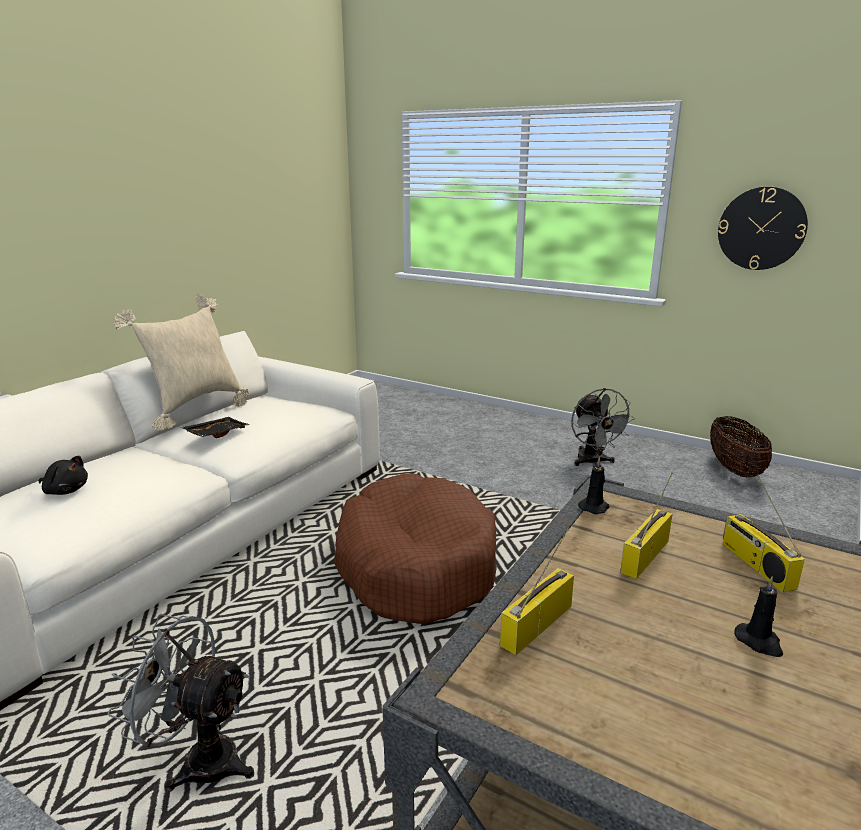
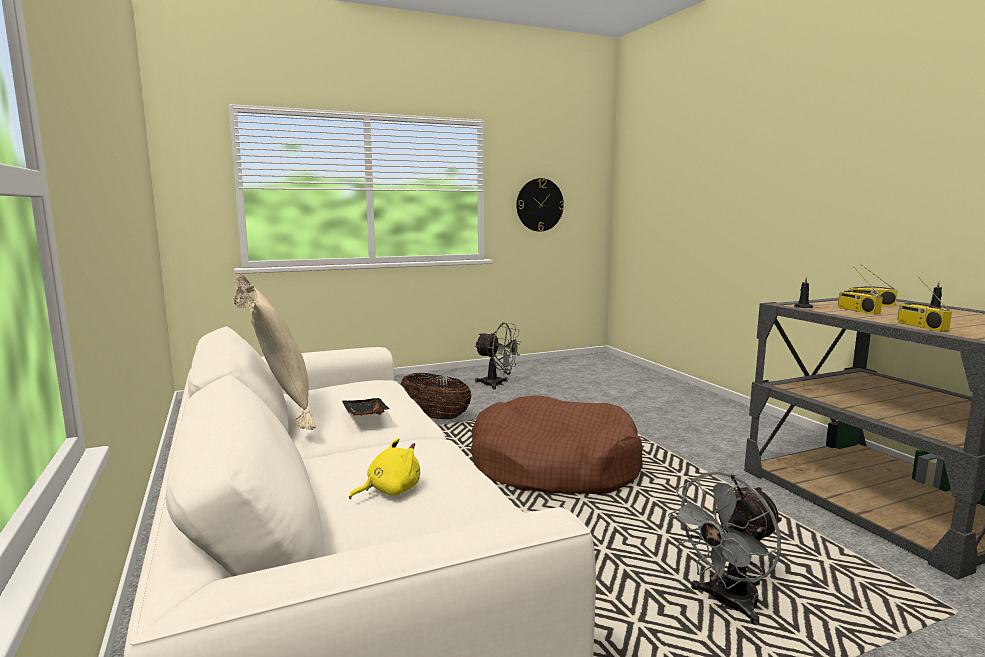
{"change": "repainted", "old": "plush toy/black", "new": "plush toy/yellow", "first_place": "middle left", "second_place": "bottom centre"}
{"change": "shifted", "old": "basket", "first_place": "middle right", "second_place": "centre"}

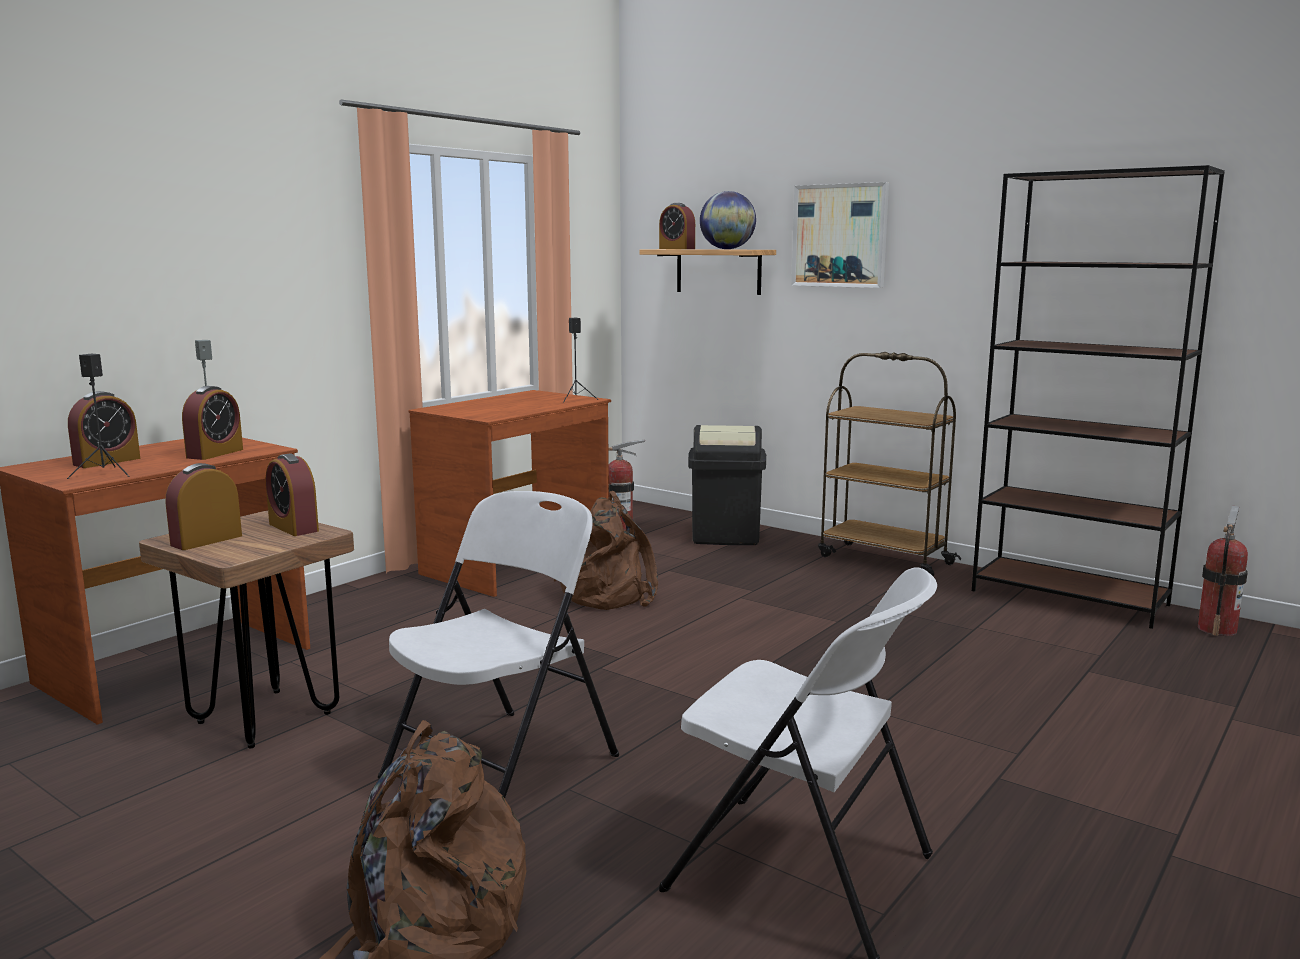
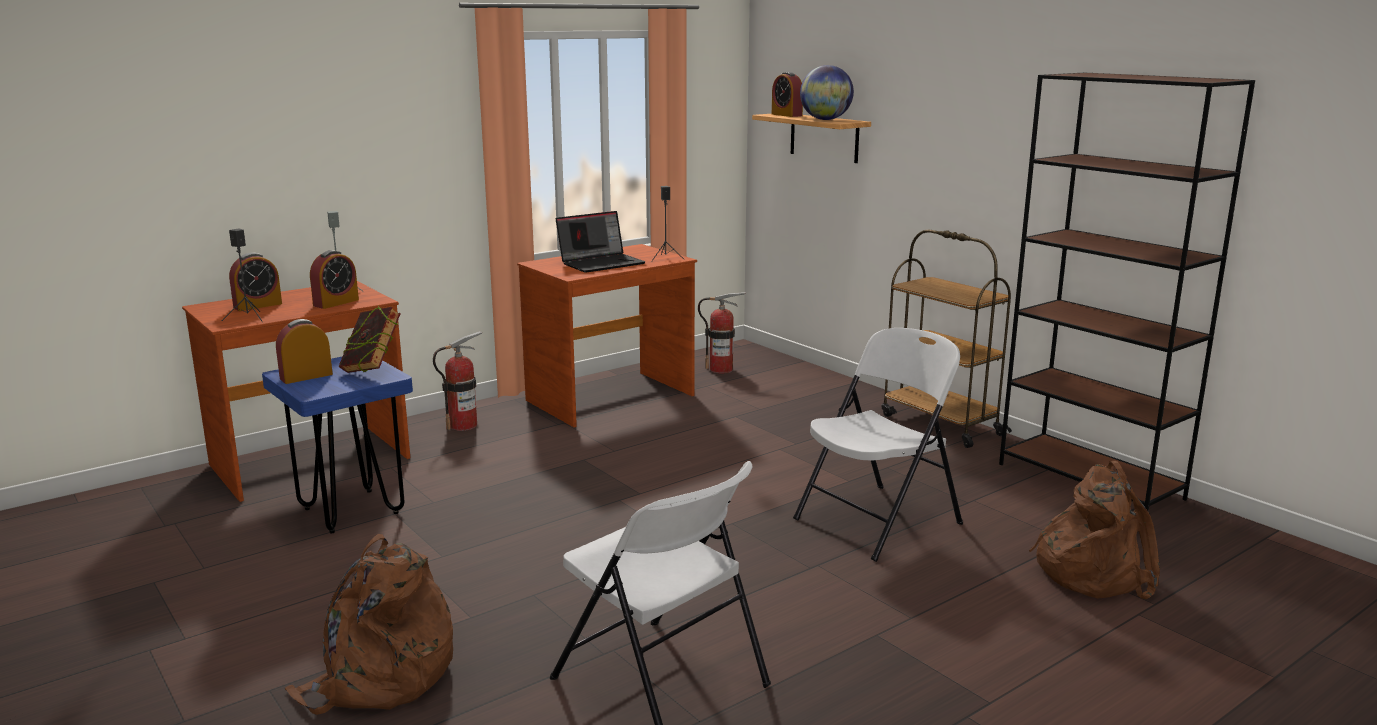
{"change": "repainted", "old": "stool/brown", "new": "stool/blue", "first_place": "middle left", "second_place": "middle left"}
{"change": "swapped", "old": "alarm clock (no. 4 from left)", "new": "book", "first_place": "middle left", "second_place": "middle left"}
{"change": "shifted", "old": "chair/white (no. 1 from left in the first image)", "new": "chair/white (no. 2 from left)", "first_place": "bottom centre", "second_place": "centre"}
{"change": "shifted", "old": "backpack/brown (no. 2 from left)", "first_place": "centre", "second_place": "bottom right"}
{"change": "gone", "old": "trash can/black", "first_place": "centre"}
{"change": "gone", "old": "picture", "first_place": "top centre"}
{"change": "shifted", "old": "fire extinguisher (no. 2 from left in the first image)", "new": "fire extinguisher (no. 1 from left)", "first_place": "middle right", "second_place": "middle left"}
{"change": "new", "new": "laptop", "second_place": "centre"}

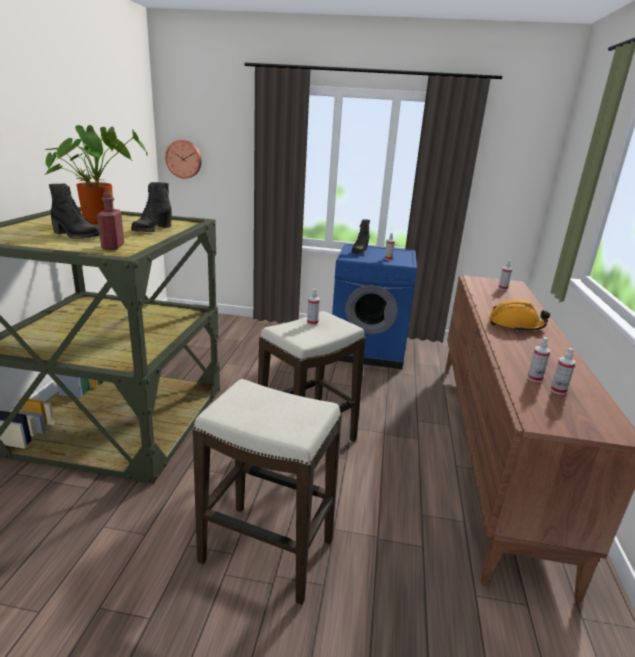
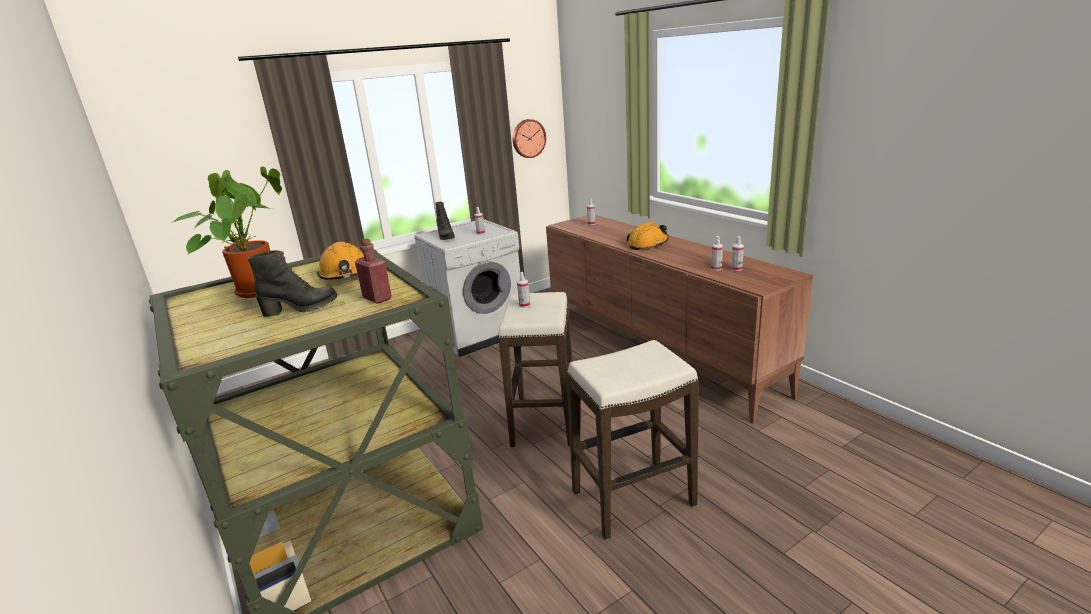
{"change": "swapped", "old": "boot/black (no. 2 from left)", "new": "hard hat/orange (no. 1 from left)", "first_place": "top left", "second_place": "middle left"}
{"change": "shifted", "old": "wall clock", "first_place": "top left", "second_place": "top centre"}
{"change": "repainted", "old": "washing machine/blue", "new": "washing machine/white", "first_place": "centre", "second_place": "centre"}

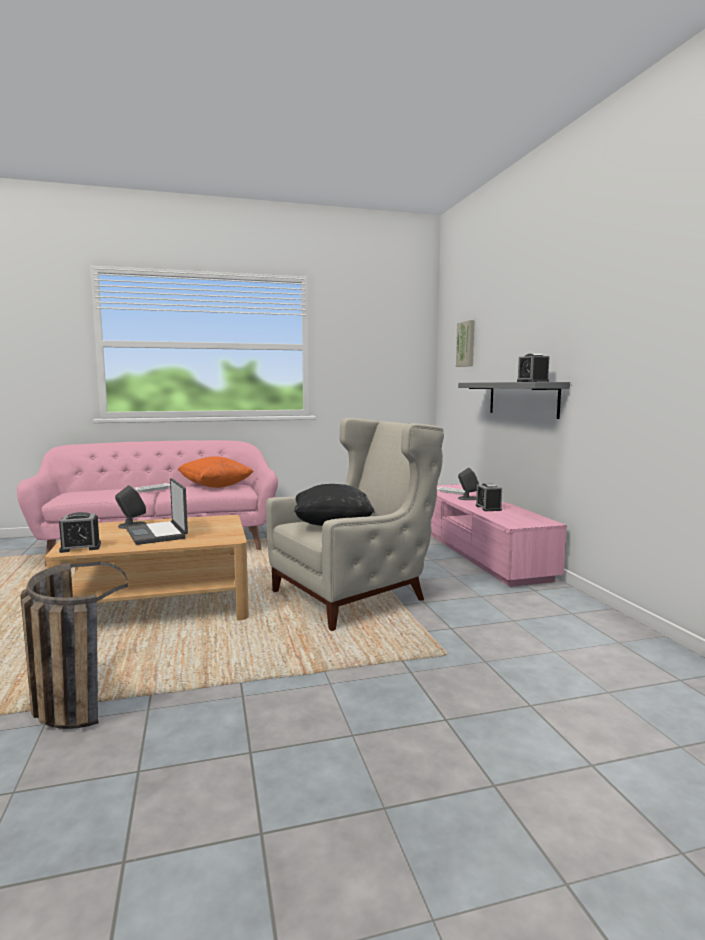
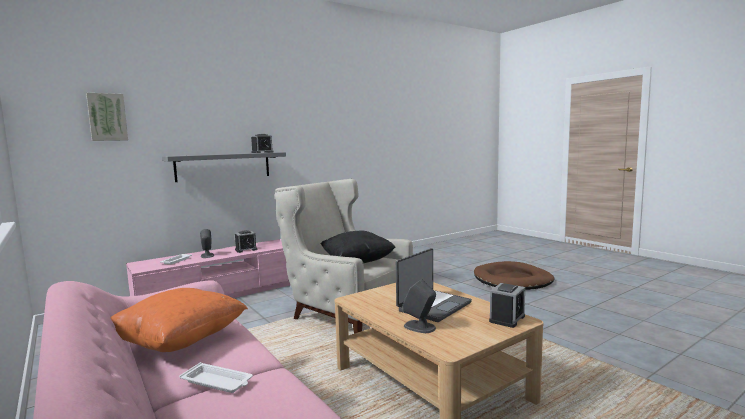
{"change": "gone", "old": "basket", "first_place": "bottom left"}
{"change": "rotated", "old": "alarm clock (no. 1 from left in the first image)", "first_place": "middle left", "second_place": "bottom right", "degrees": 75}
{"change": "new", "new": "dog bed/brown", "second_place": "middle right"}

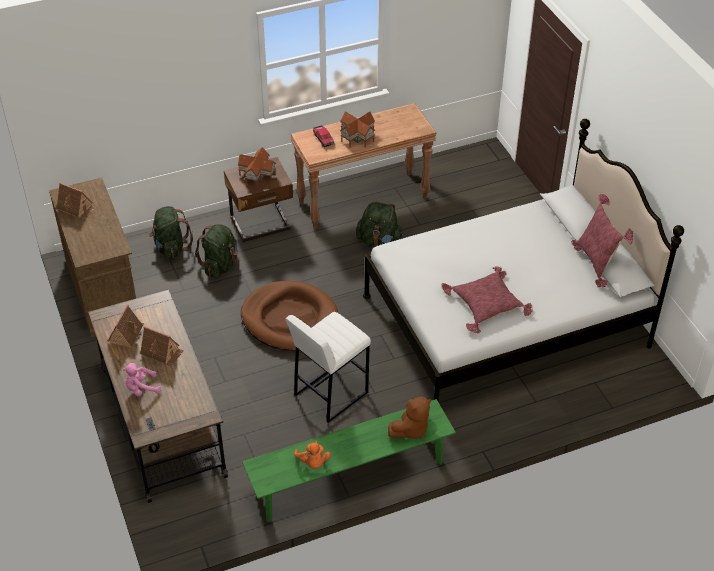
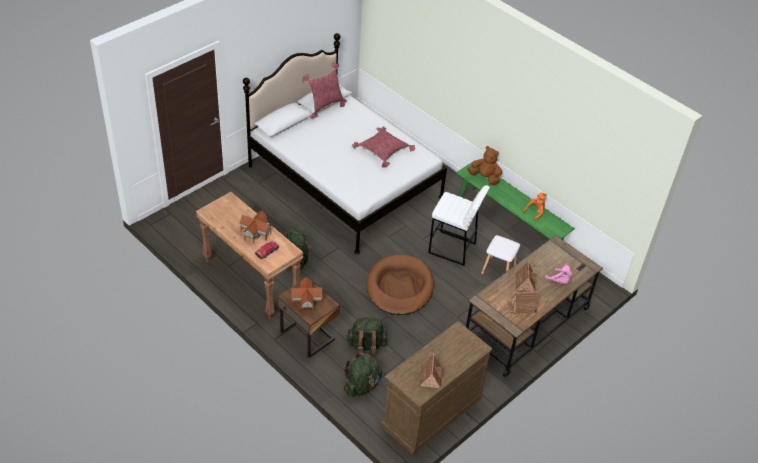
{"change": "new", "new": "stool/white (no. 2 from left)", "second_place": "centre"}

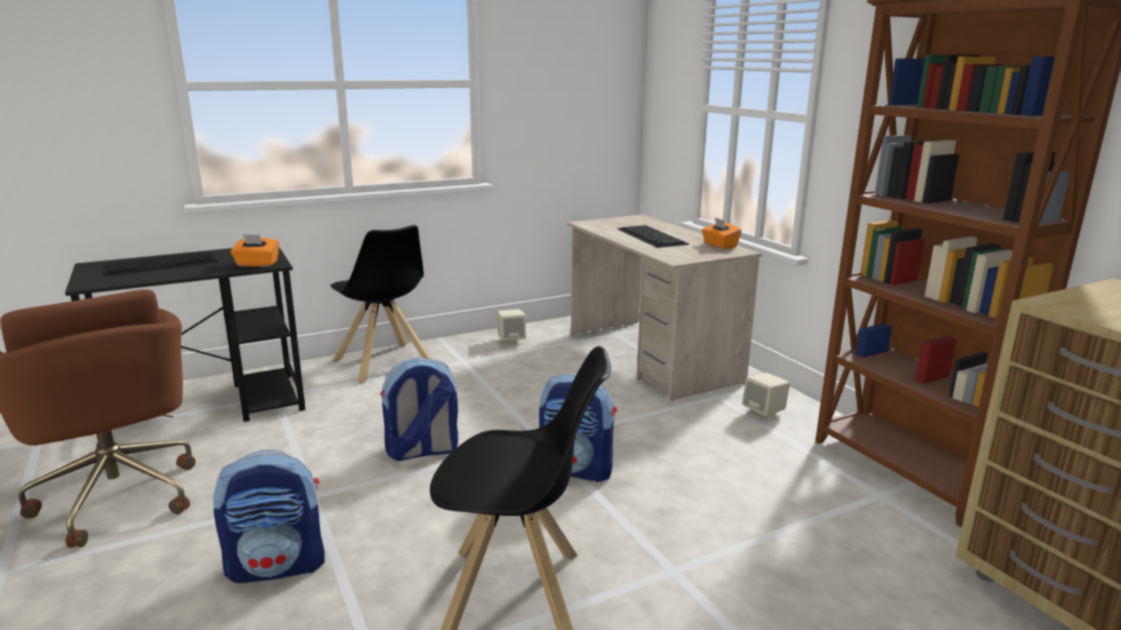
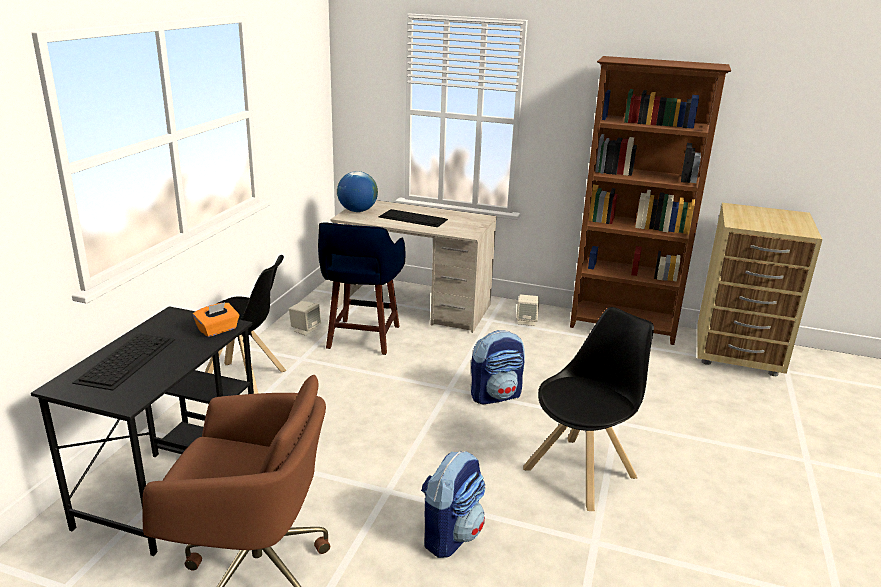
{"change": "gone", "old": "backpack (no. 2 from left)", "first_place": "centre"}
{"change": "gone", "old": "tissue box/orange (no. 2 from left)", "first_place": "centre"}
{"change": "new", "new": "stool/blue", "second_place": "centre"}
{"change": "new", "new": "globe", "second_place": "top centre"}

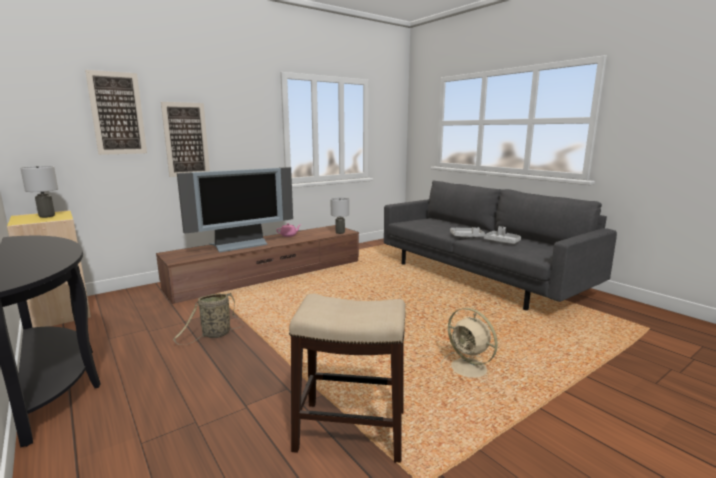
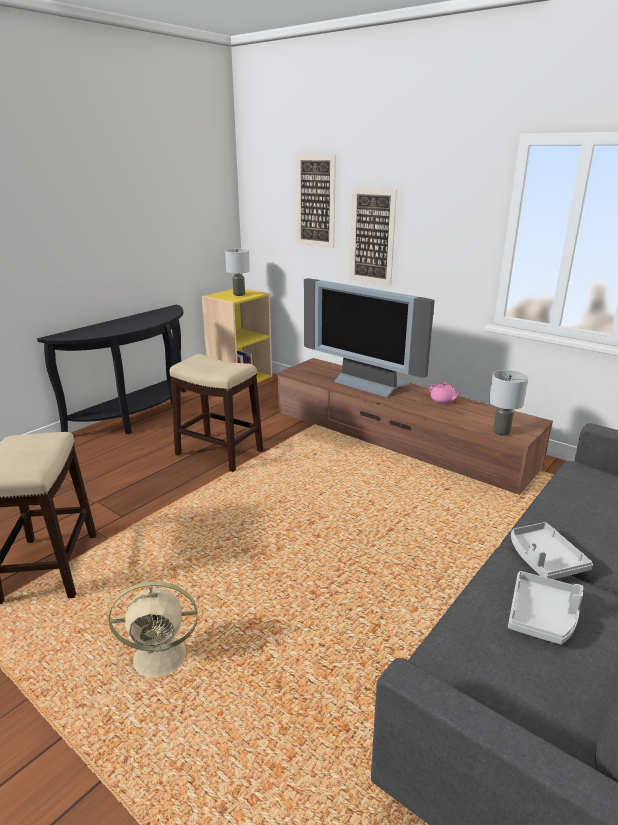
{"change": "swapped", "old": "basket", "new": "stool (no. 2 from left)", "first_place": "bottom left", "second_place": "centre"}
{"change": "rotated", "old": "fan/beige", "first_place": "bottom centre", "second_place": "bottom left", "degrees": -135}

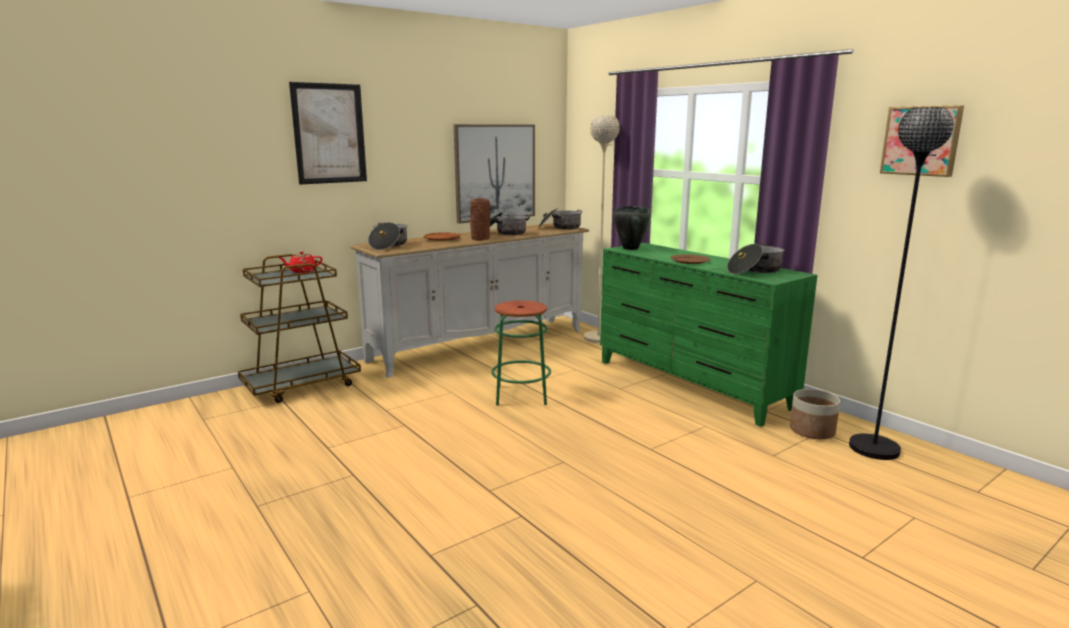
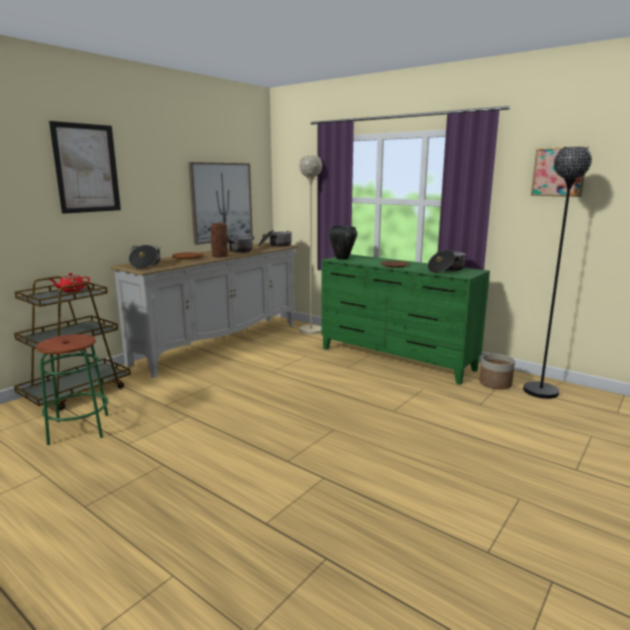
{"change": "shifted", "old": "stool/green", "first_place": "centre", "second_place": "middle left"}

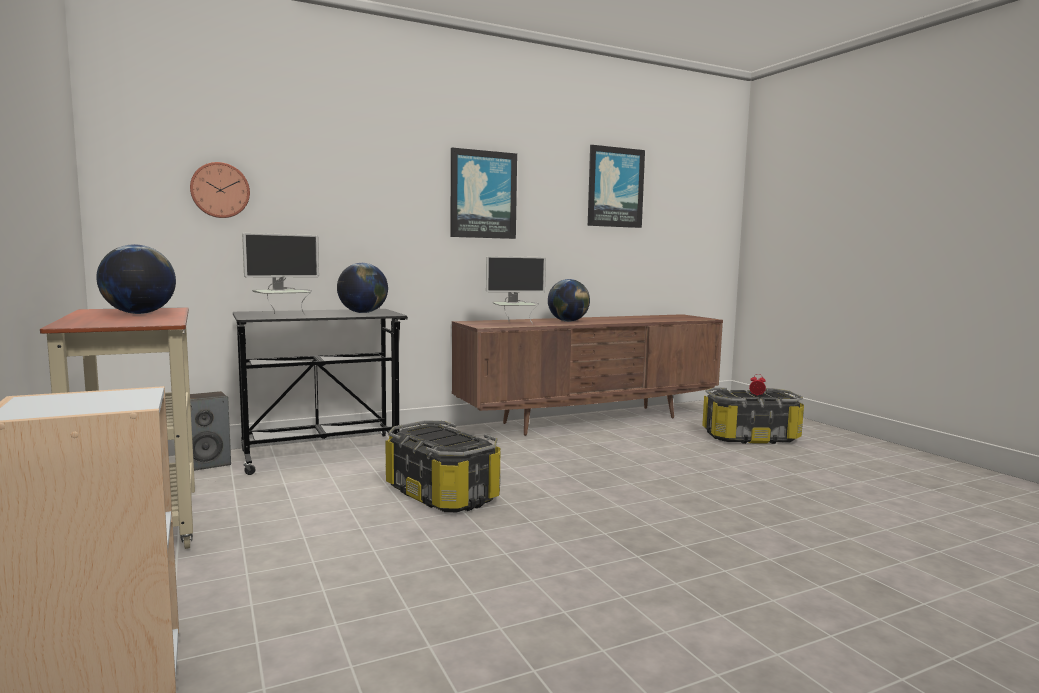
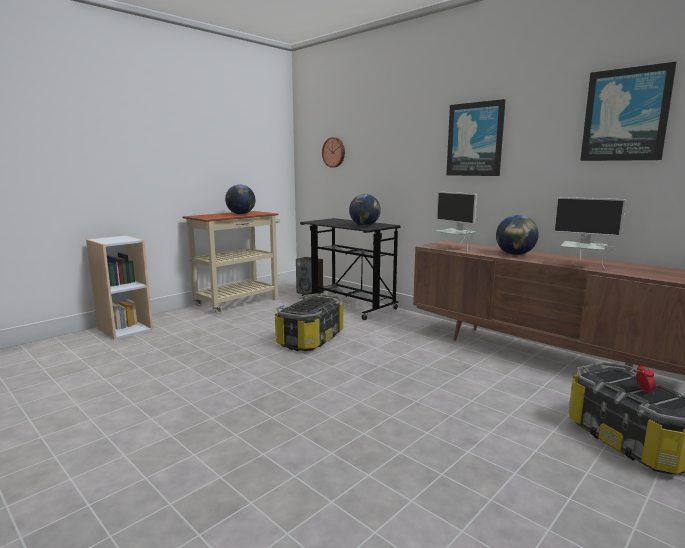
{"change": "shifted", "old": "monitor (no. 1 from left in the first image)", "new": "monitor (no. 2 from left)", "first_place": "middle left", "second_place": "middle right"}

